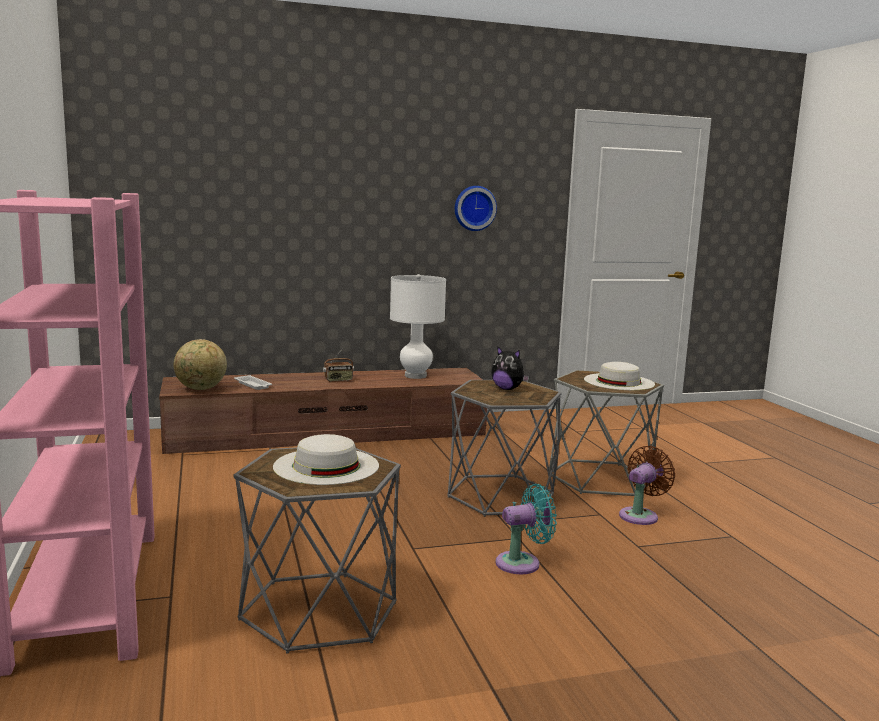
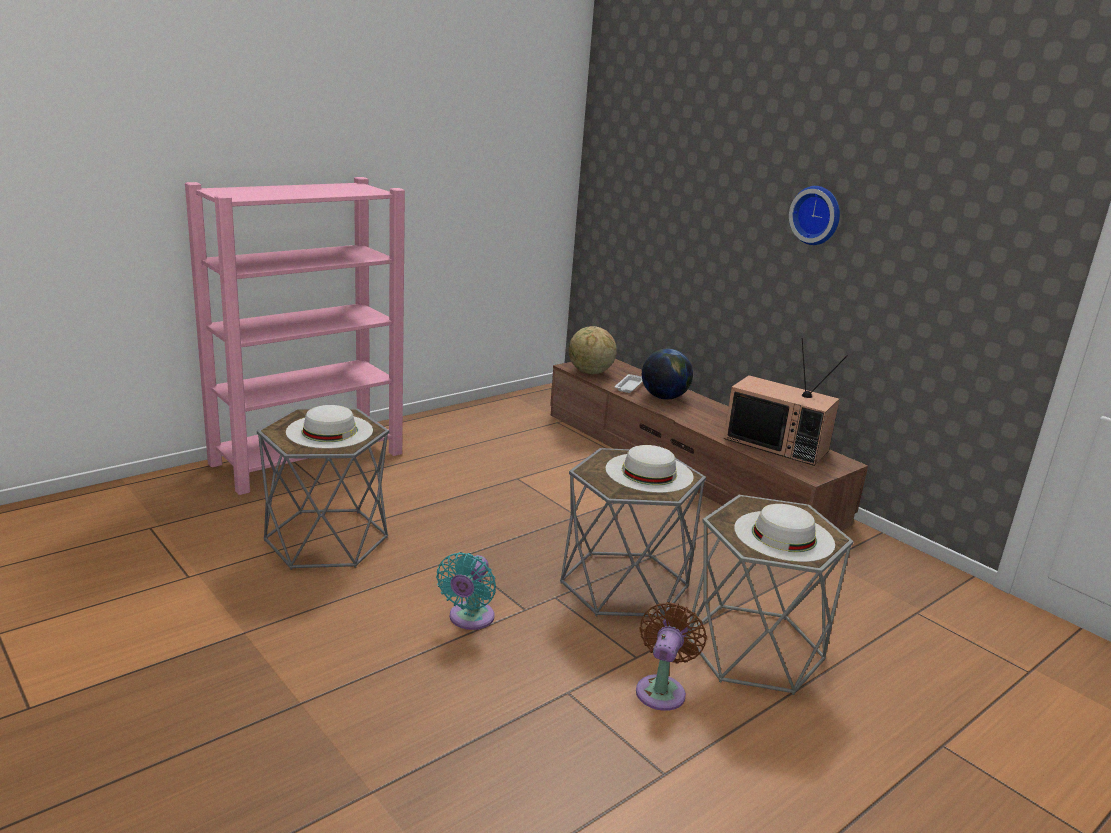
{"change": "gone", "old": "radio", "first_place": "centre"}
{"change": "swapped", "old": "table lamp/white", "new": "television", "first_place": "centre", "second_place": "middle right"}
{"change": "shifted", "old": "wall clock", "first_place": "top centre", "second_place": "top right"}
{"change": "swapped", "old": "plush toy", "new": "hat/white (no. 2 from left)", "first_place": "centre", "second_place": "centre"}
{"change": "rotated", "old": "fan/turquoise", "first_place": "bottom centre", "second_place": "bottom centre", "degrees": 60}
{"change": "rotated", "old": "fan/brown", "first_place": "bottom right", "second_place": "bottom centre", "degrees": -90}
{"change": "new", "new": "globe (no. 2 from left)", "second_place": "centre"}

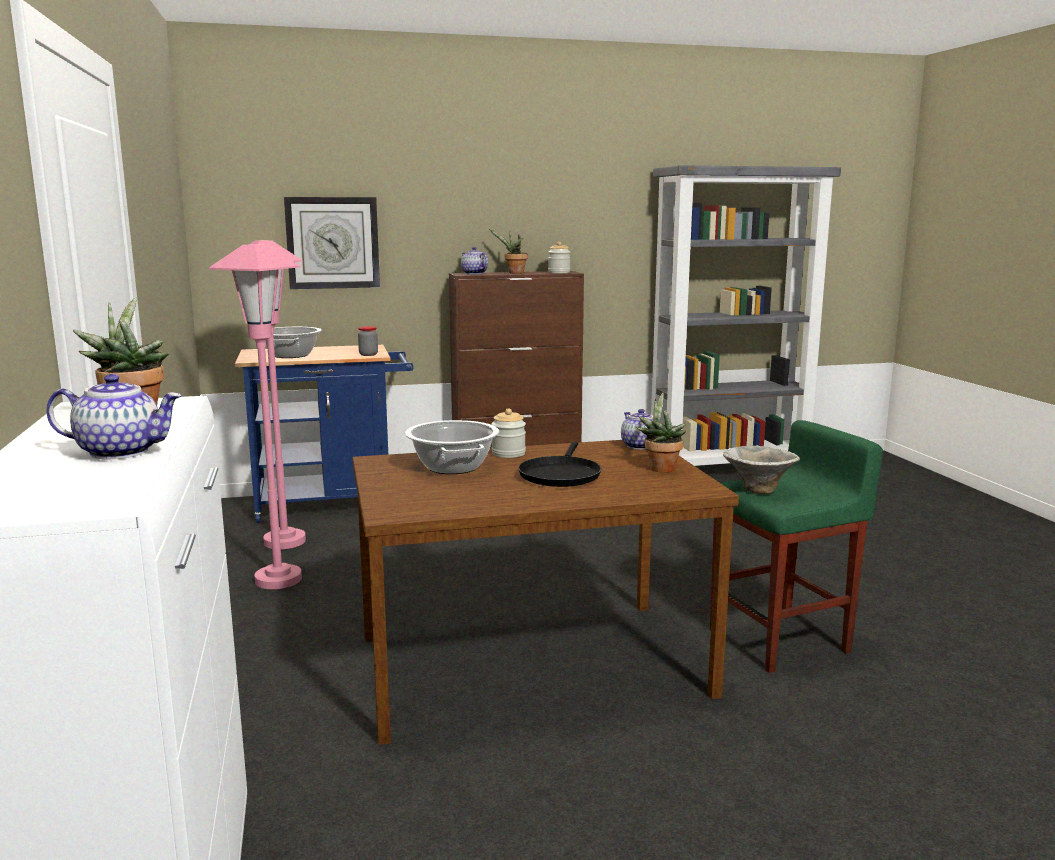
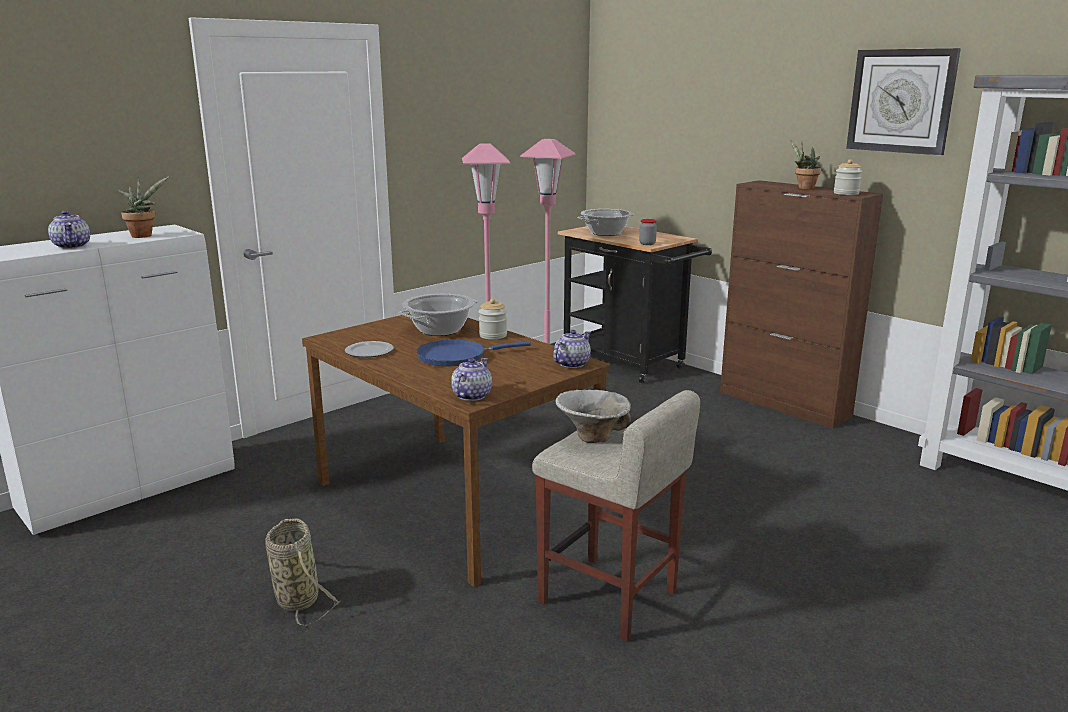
{"change": "repainted", "old": "cart/blue", "new": "cart/black", "first_place": "middle left", "second_place": "centre"}
{"change": "shifted", "old": "wall clock", "first_place": "top left", "second_place": "top right"}
{"change": "shifted", "old": "teapot (no. 2 from left)", "first_place": "top centre", "second_place": "centre"}
{"change": "repainted", "old": "frying pan/black", "new": "frying pan/blue", "first_place": "centre", "second_place": "centre"}
{"change": "gone", "old": "potted plant (no. 3 from left)", "first_place": "centre"}
{"change": "repainted", "old": "stool/green", "new": "stool/beige", "first_place": "middle right", "second_place": "bottom centre"}
{"change": "new", "new": "basket", "second_place": "bottom left"}
{"change": "new", "new": "plate", "second_place": "centre"}

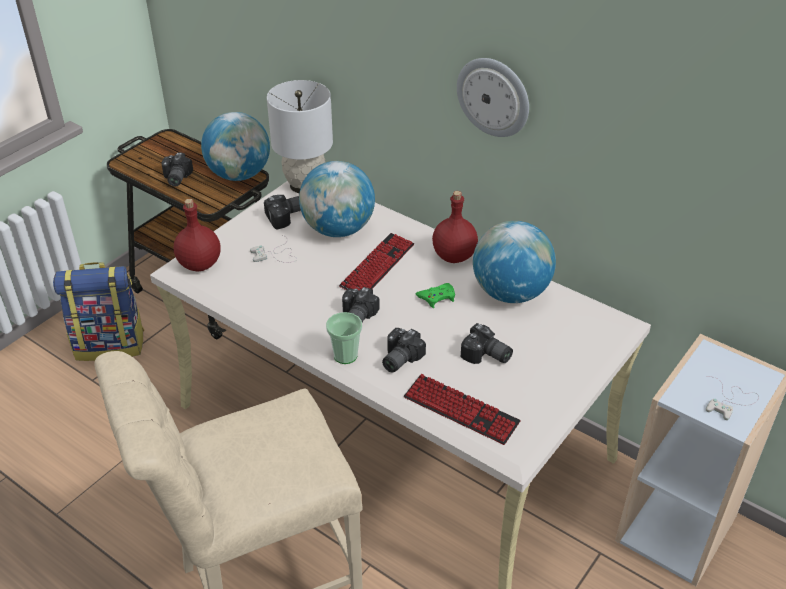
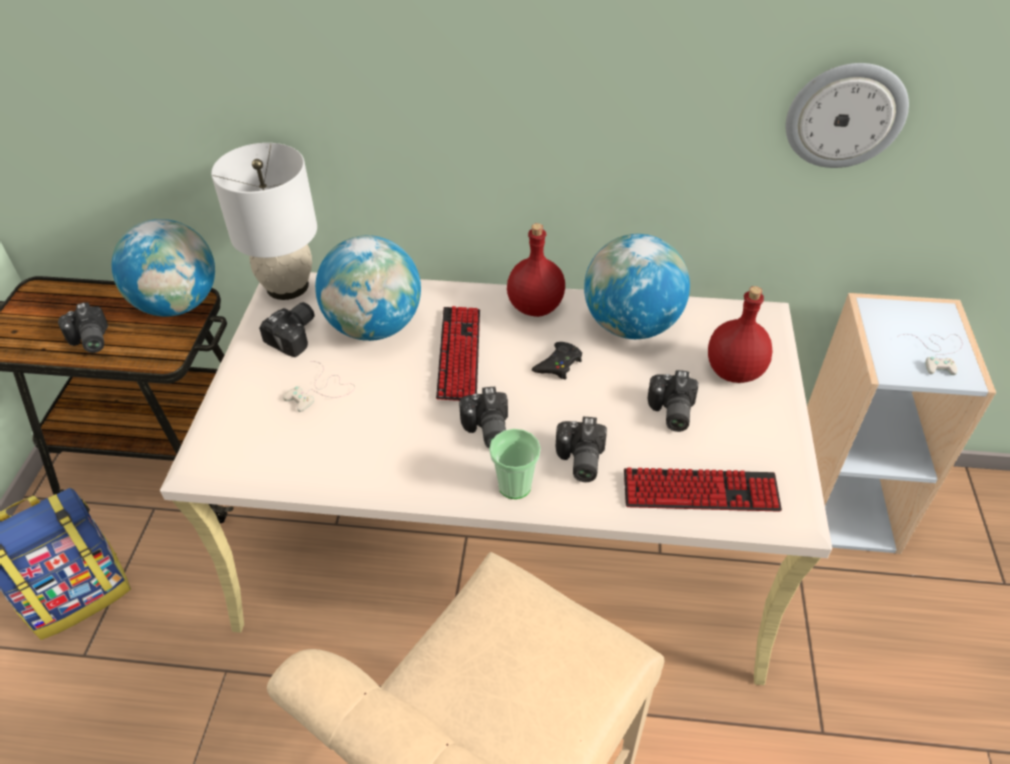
{"change": "shifted", "old": "bottle/red (no. 1 from left in the first image)", "new": "bottle/red (no. 2 from left)", "first_place": "middle left", "second_place": "middle right"}
{"change": "repainted", "old": "game controller/green", "new": "game controller/black", "first_place": "centre", "second_place": "centre"}
{"change": "shifted", "old": "wall clock", "first_place": "top centre", "second_place": "top right"}
{"change": "rotated", "old": "photo camera (no. 5 from left)", "first_place": "centre", "second_place": "centre", "degrees": 90}

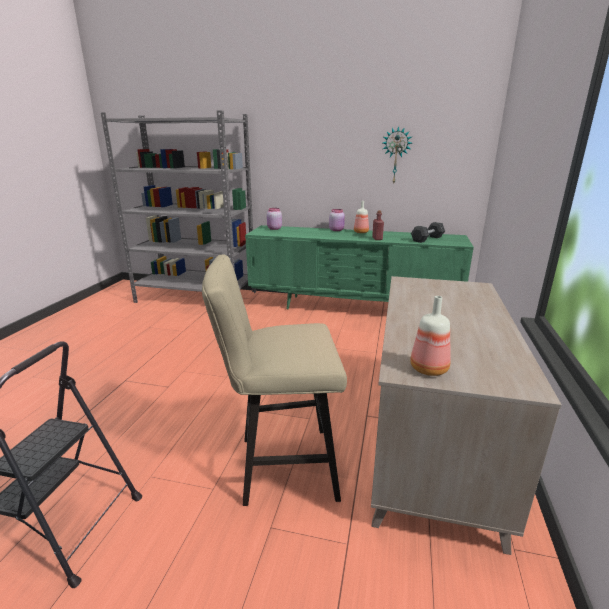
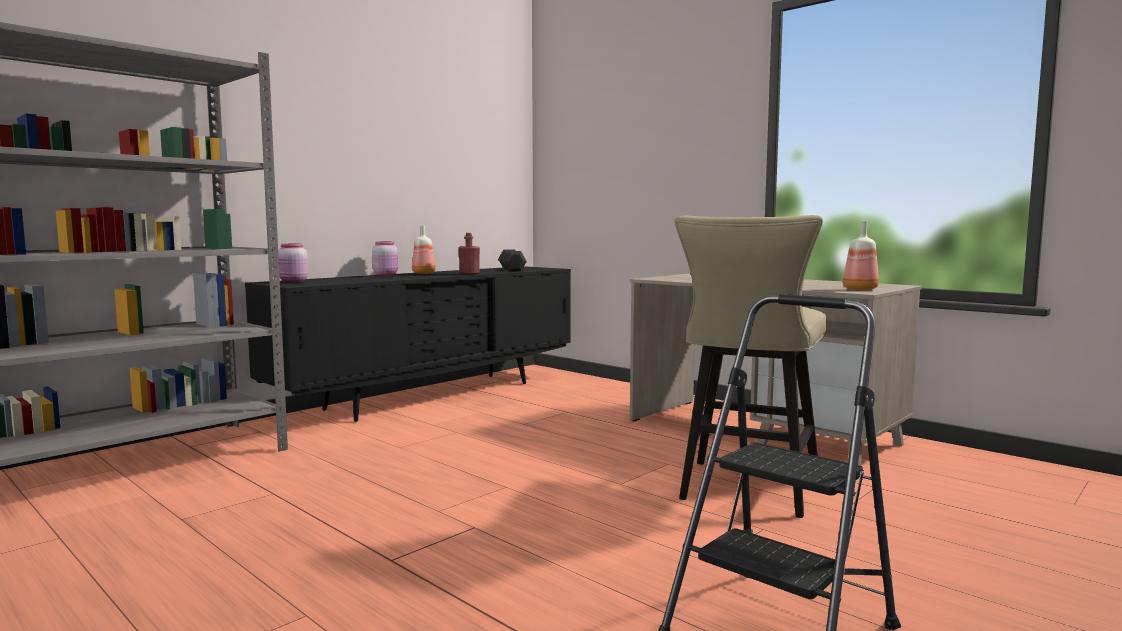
{"change": "repainted", "old": "cabinet/green", "new": "cabinet/black", "first_place": "centre", "second_place": "centre"}
{"change": "gone", "old": "wall clock", "first_place": "top centre"}

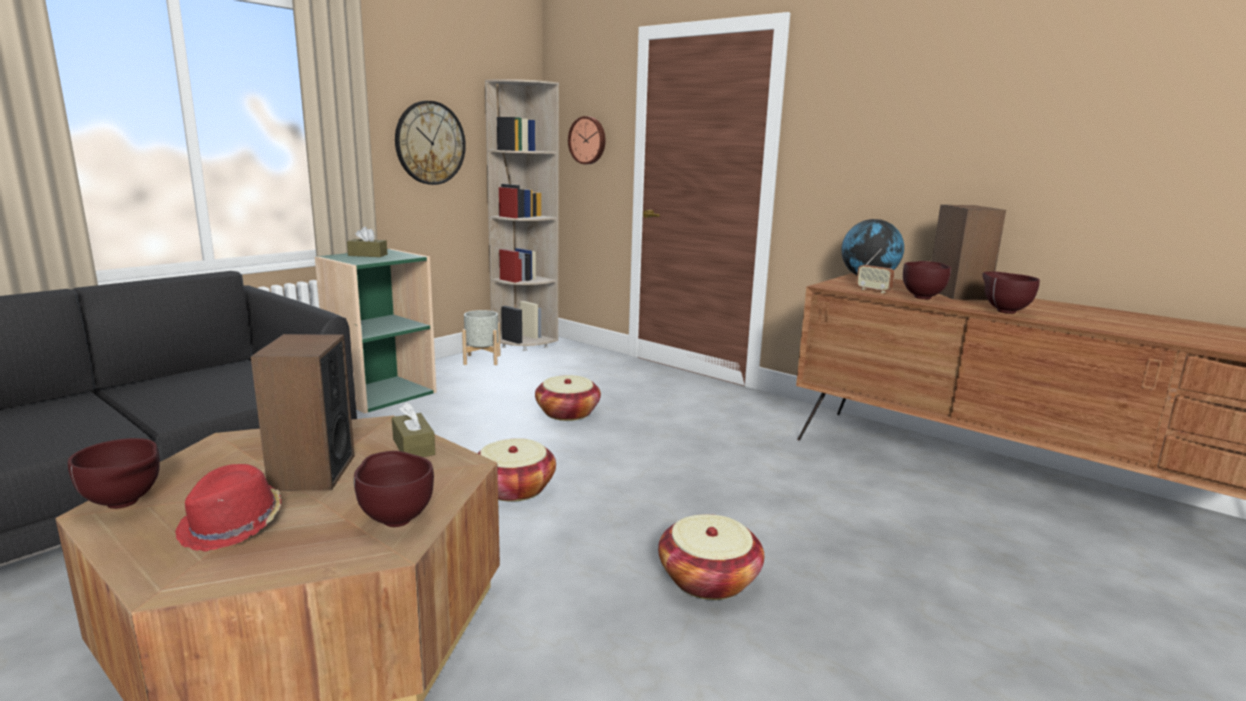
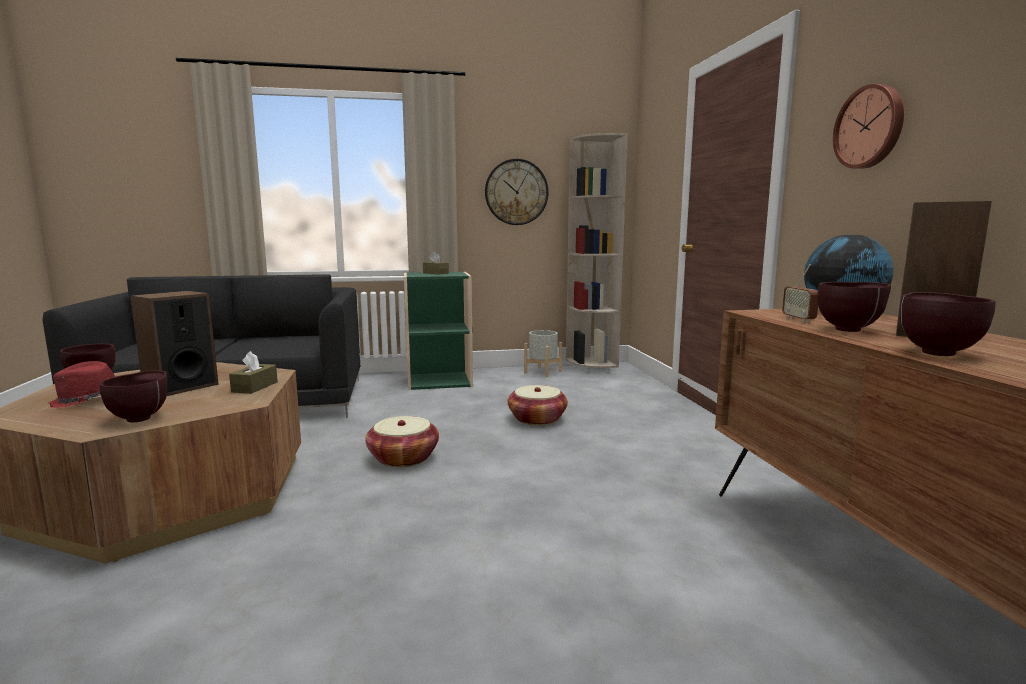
{"change": "shifted", "old": "wall clock (no. 2 from left)", "first_place": "top centre", "second_place": "top right"}
{"change": "gone", "old": "basket (no. 3 from left)", "first_place": "bottom centre"}

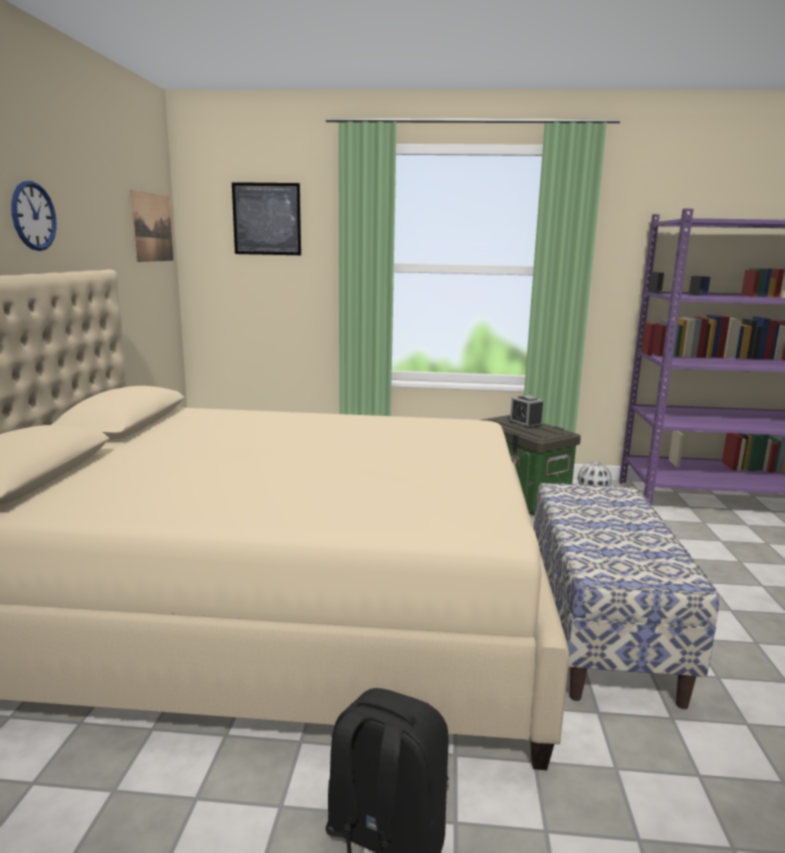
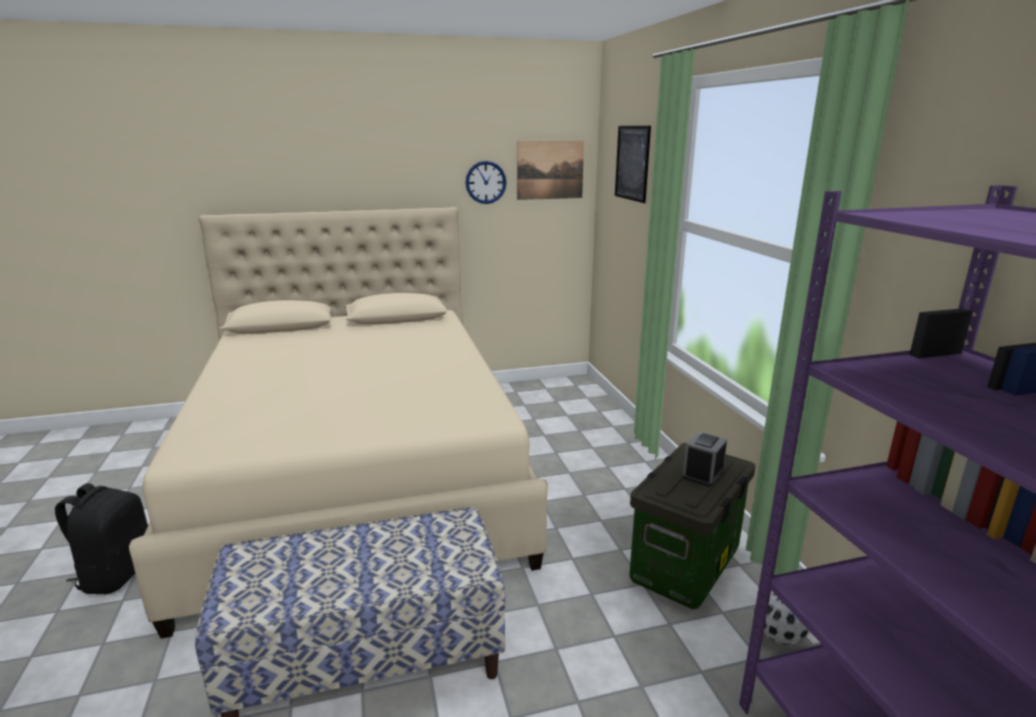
{"change": "shifted", "old": "wall clock", "first_place": "top left", "second_place": "top centre"}

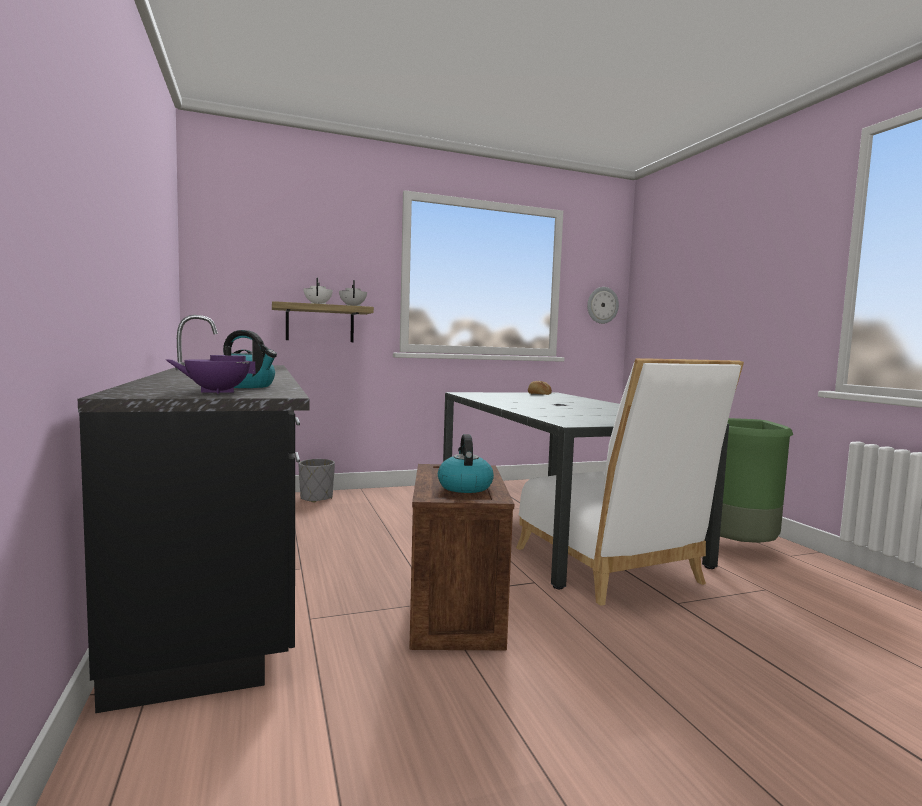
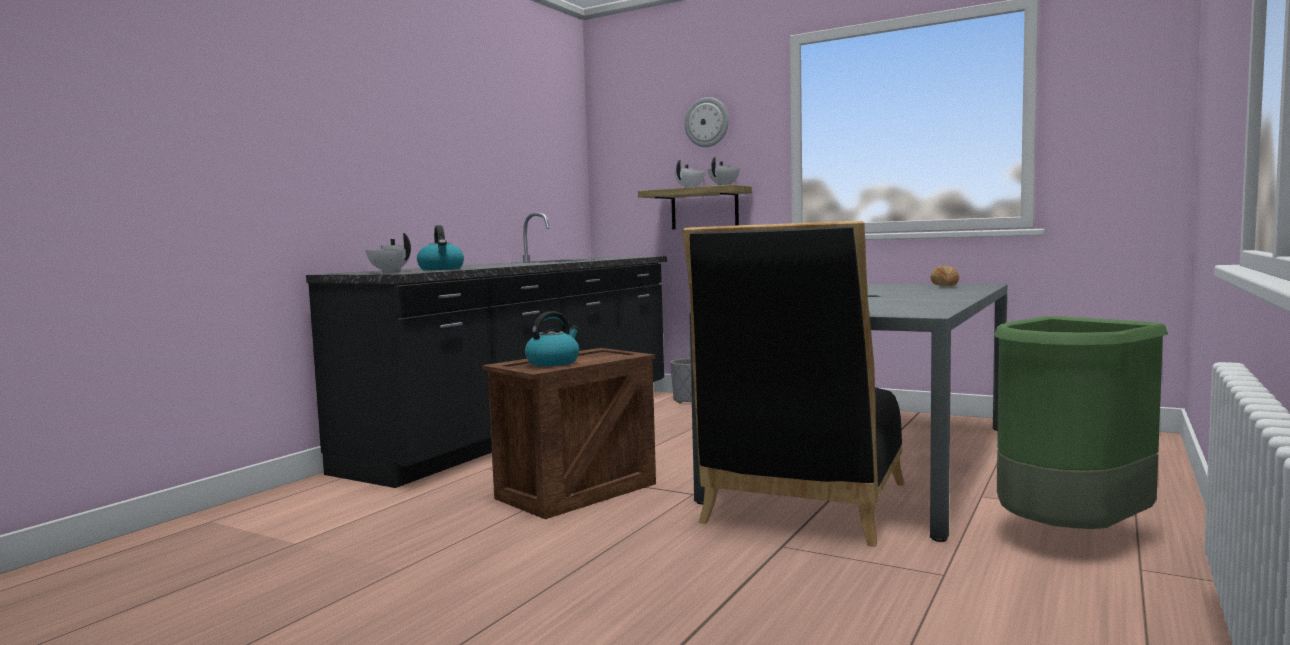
{"change": "repainted", "old": "teapot/purple", "new": "teapot/white (no. 1 from left)", "first_place": "middle left", "second_place": "middle left"}
{"change": "repainted", "old": "chair/white", "new": "chair/black", "first_place": "middle right", "second_place": "centre"}
{"change": "shifted", "old": "wall clock", "first_place": "centre", "second_place": "top centre"}

